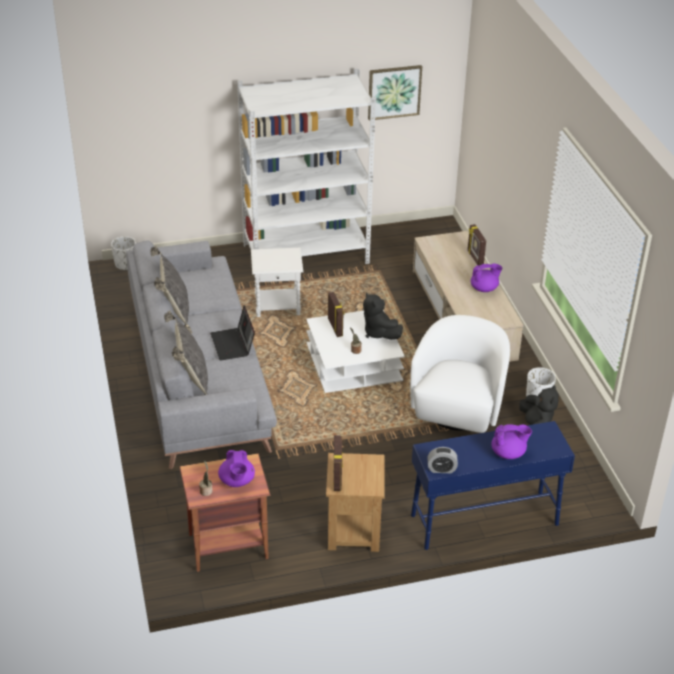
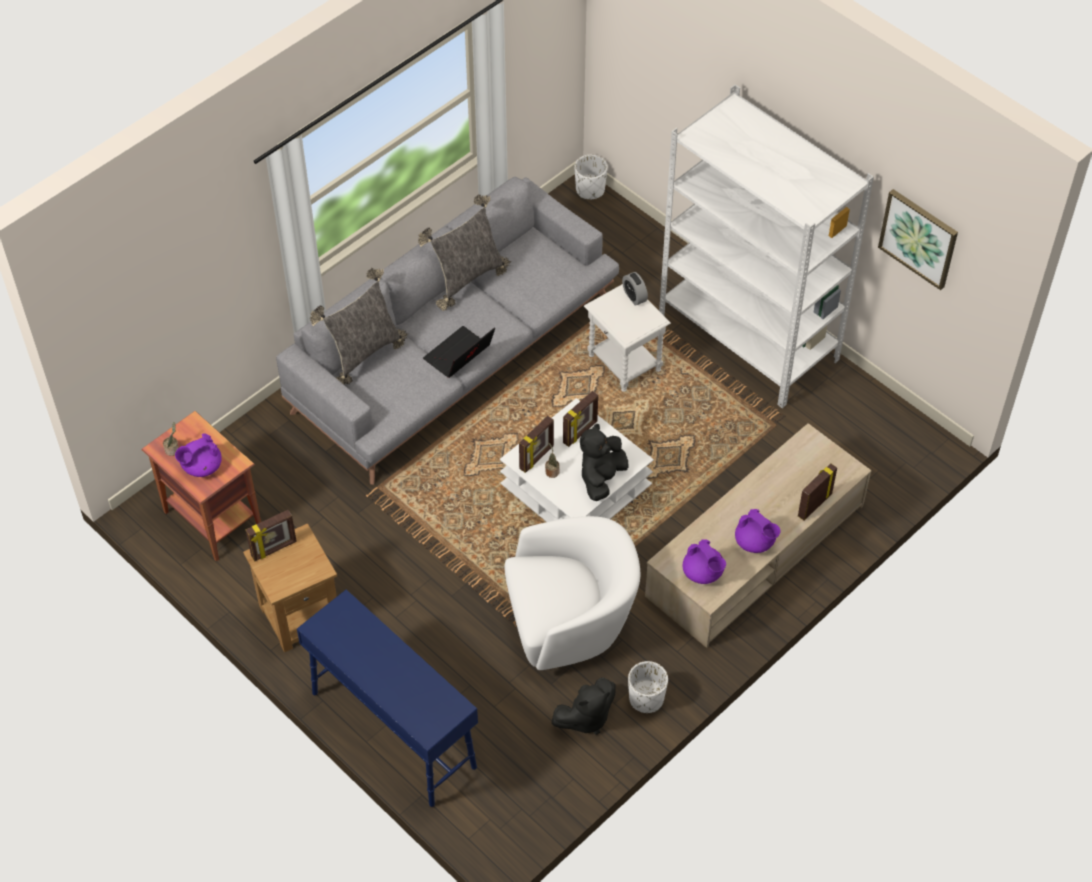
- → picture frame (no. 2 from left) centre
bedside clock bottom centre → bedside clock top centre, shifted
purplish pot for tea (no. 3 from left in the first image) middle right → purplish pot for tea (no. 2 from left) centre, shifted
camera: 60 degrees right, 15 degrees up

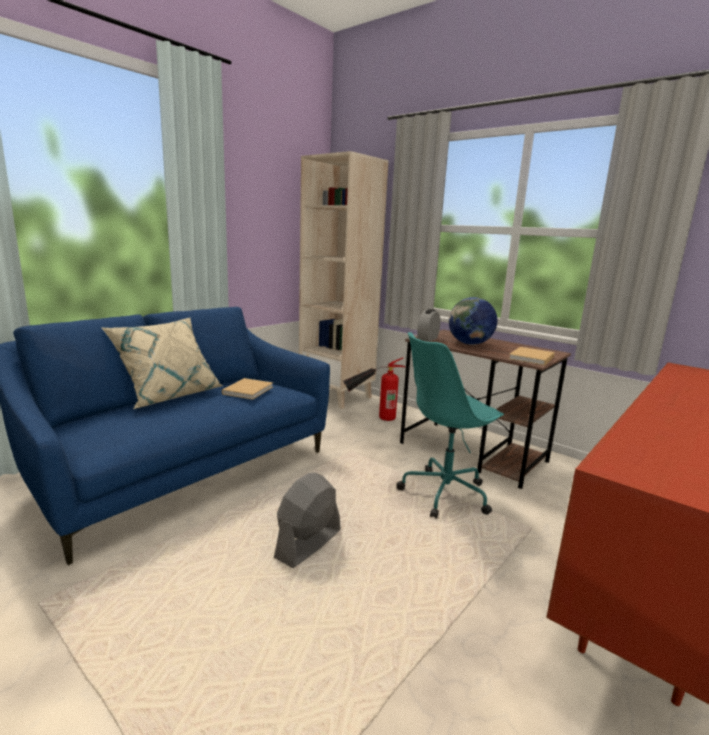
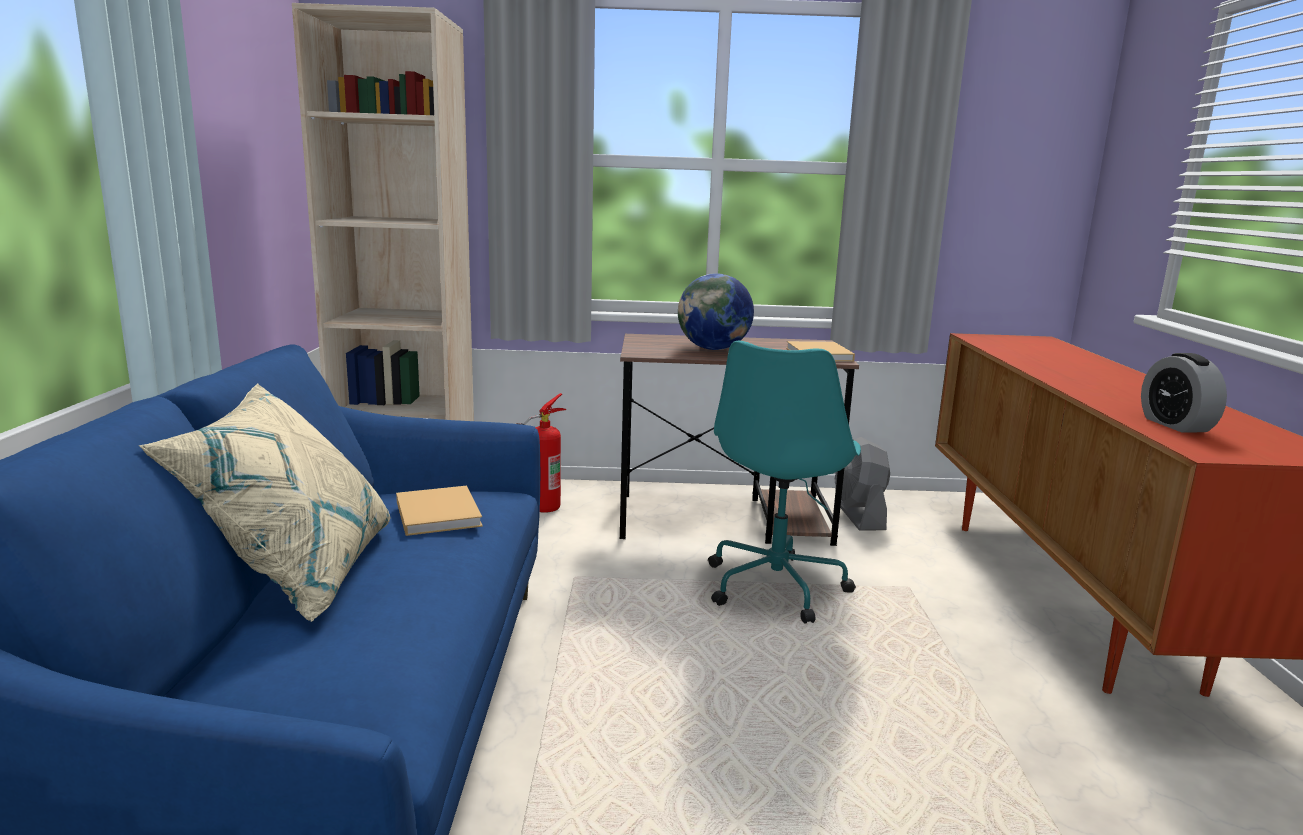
greyish cooling fan bottom centre → greyish cooling fan centre, shifted
bedside clock centre → bedside clock middle right, shifted
camera: 40 degrees left, 0 degrees up

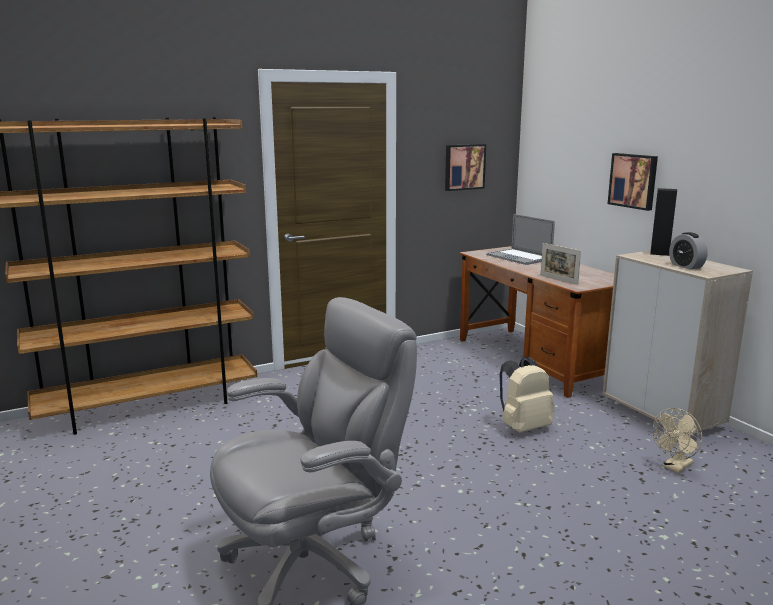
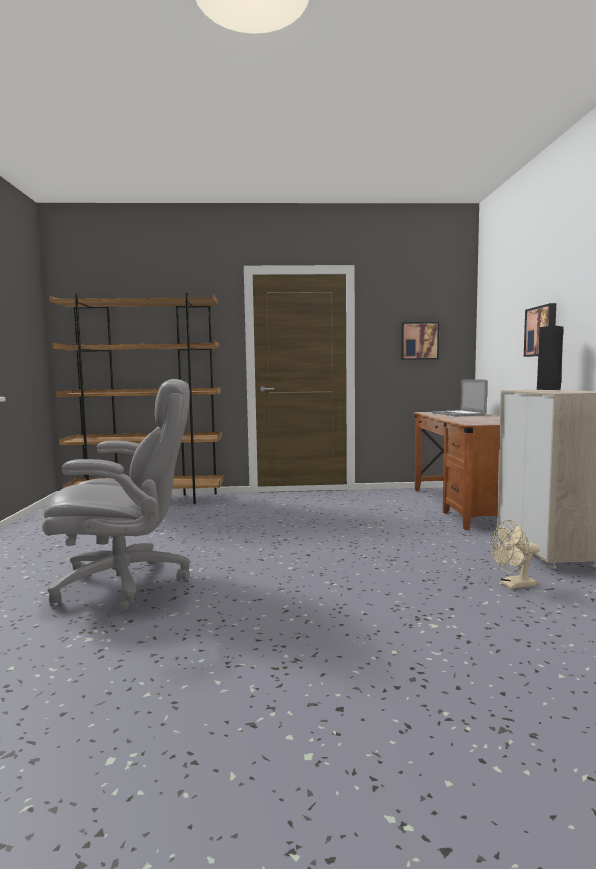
beige-coloured knapsack middle right → -
picture frame middle right → -
bedside clock middle right → -
camera: 25 degrees right, 10 degrees down

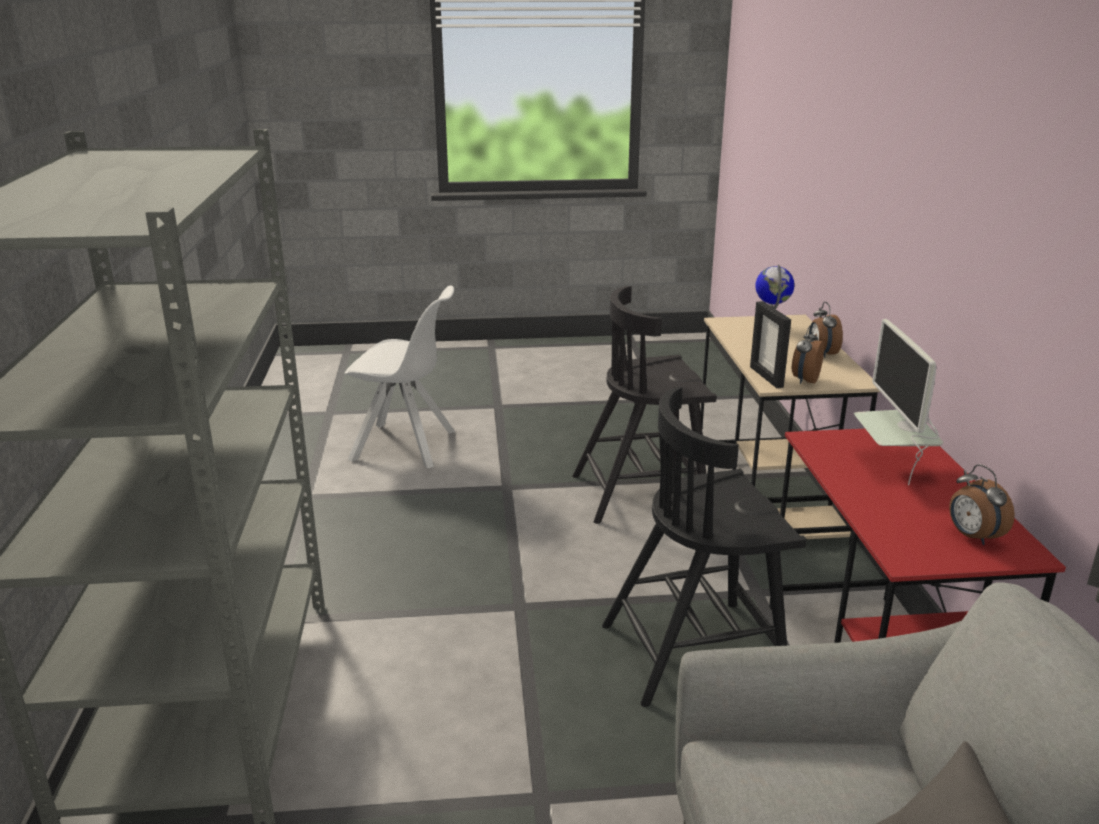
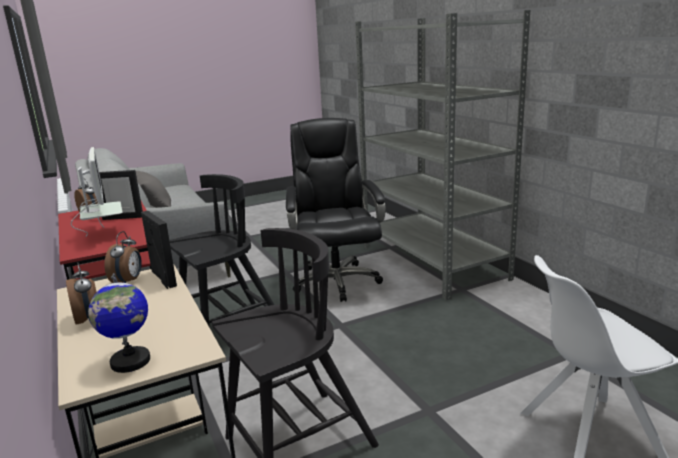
- → picture frame (no. 1 from left) middle left
- → black desk chair centre
camera: 160 degrees right, 5 degrees down

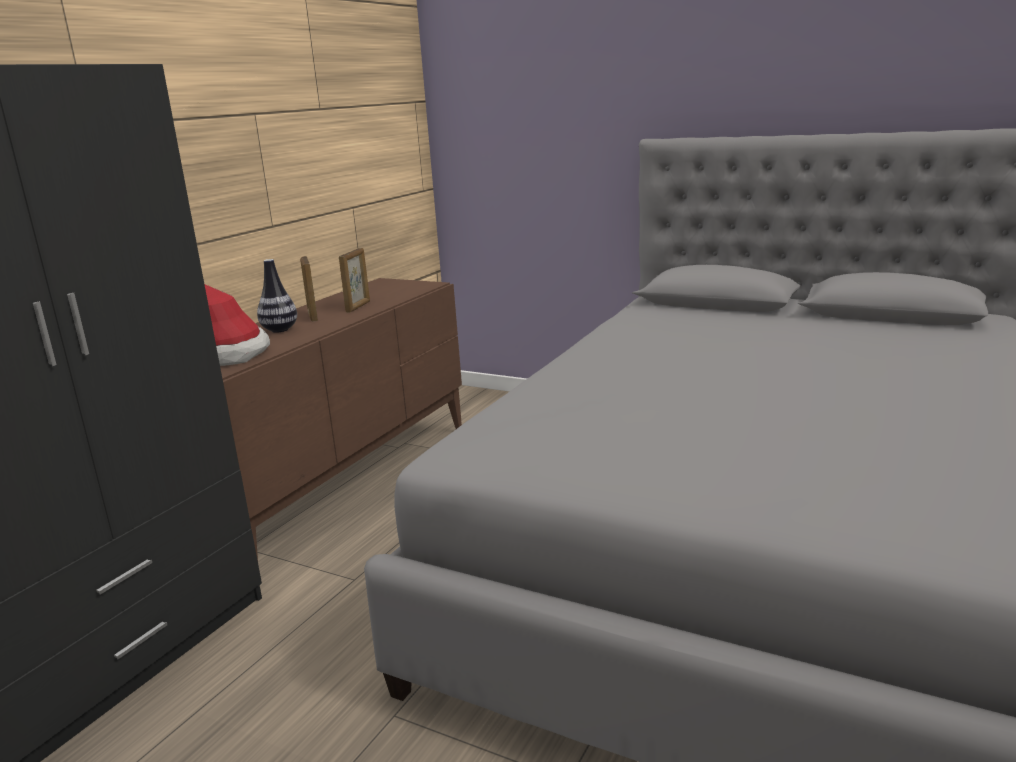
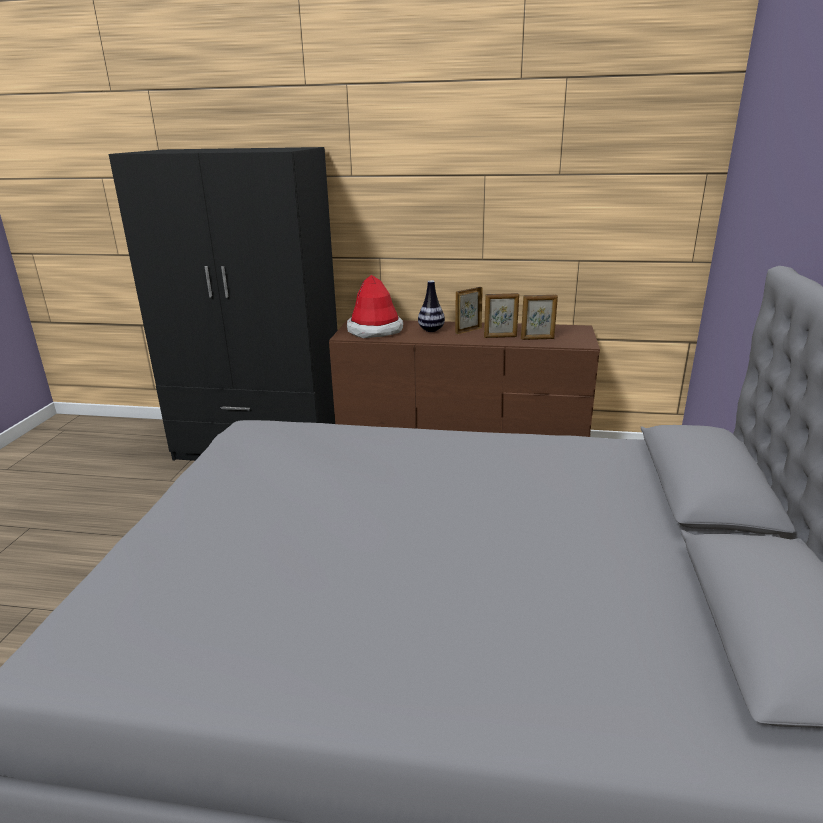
- → picture frame (no. 3 from left) centre
camera: 70 degrees right, 5 degrees up

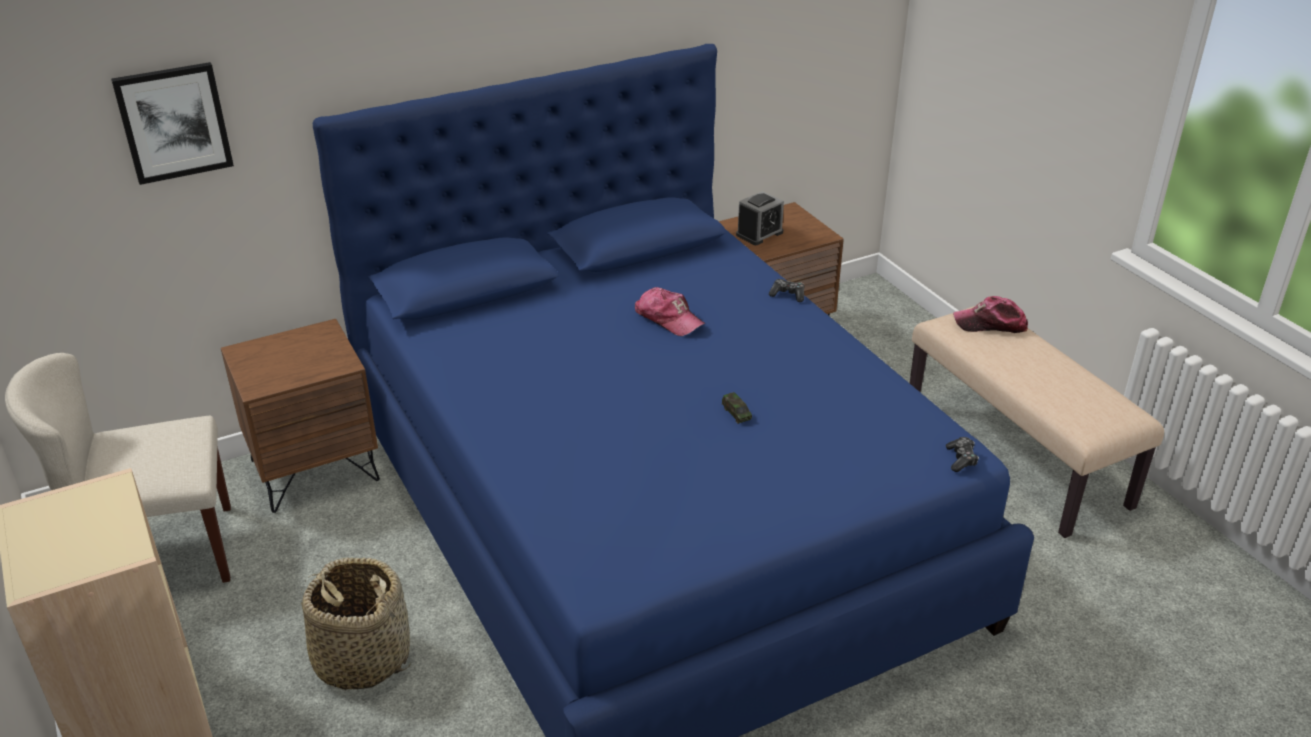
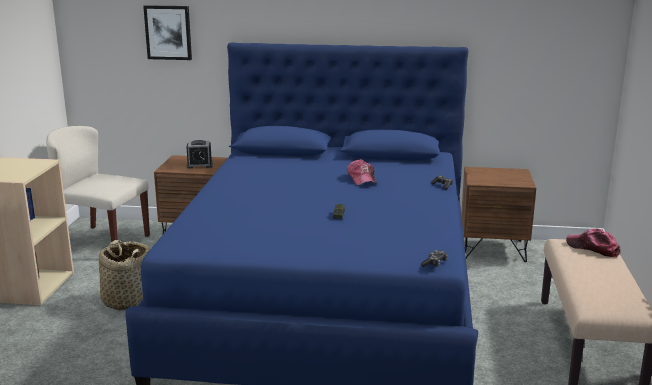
bedside clock top centre → bedside clock middle left, shifted
camera: 35 degrees right, 15 degrees down

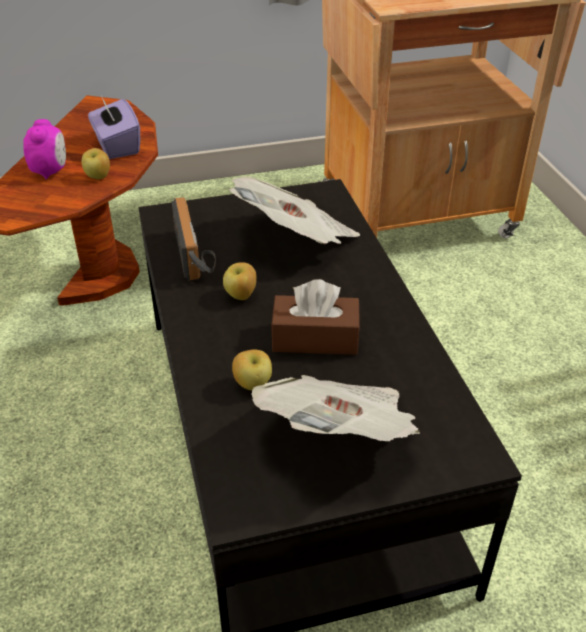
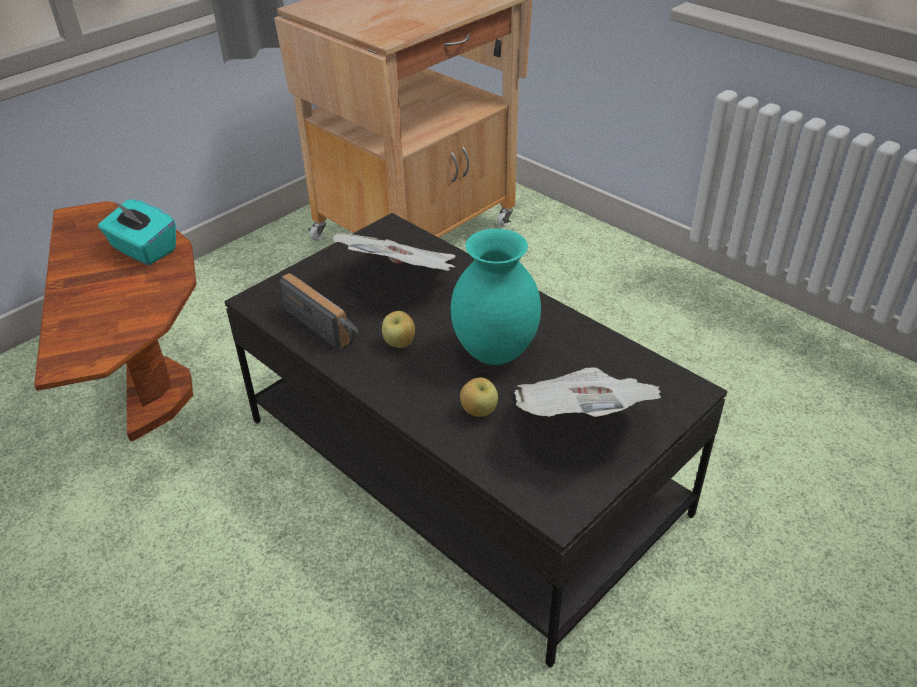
purplish box of tissues top left → turquoise-coloured box of tissues middle left
brown-coloured box of tissues centre → turquoise-coloured vase centre
bedside clock top left → -
apple (no. 1 from left) top left → -
camera: 30 degrees left, 0 degrees up

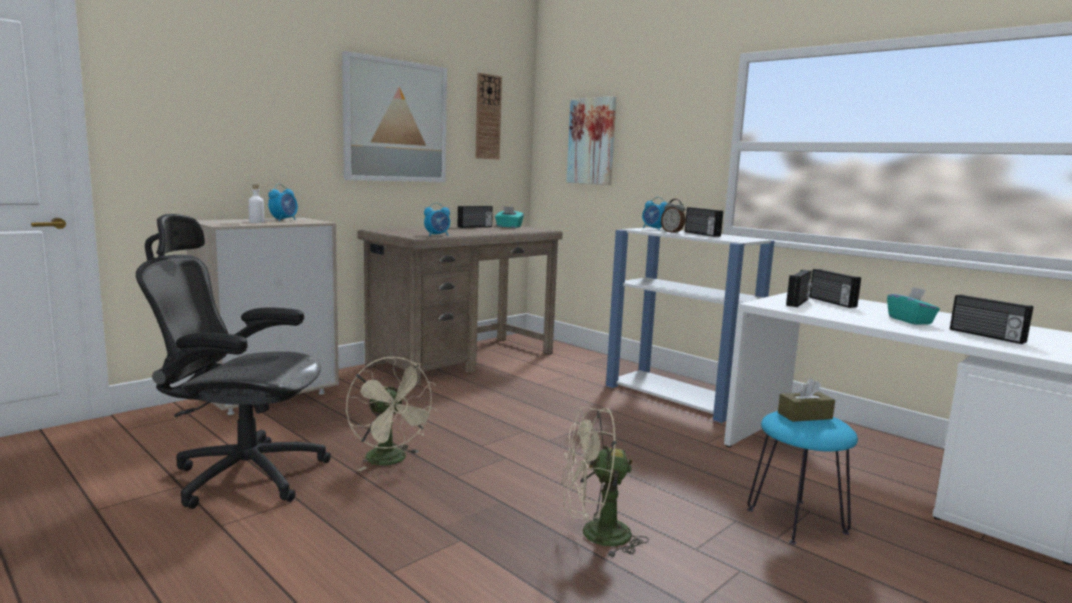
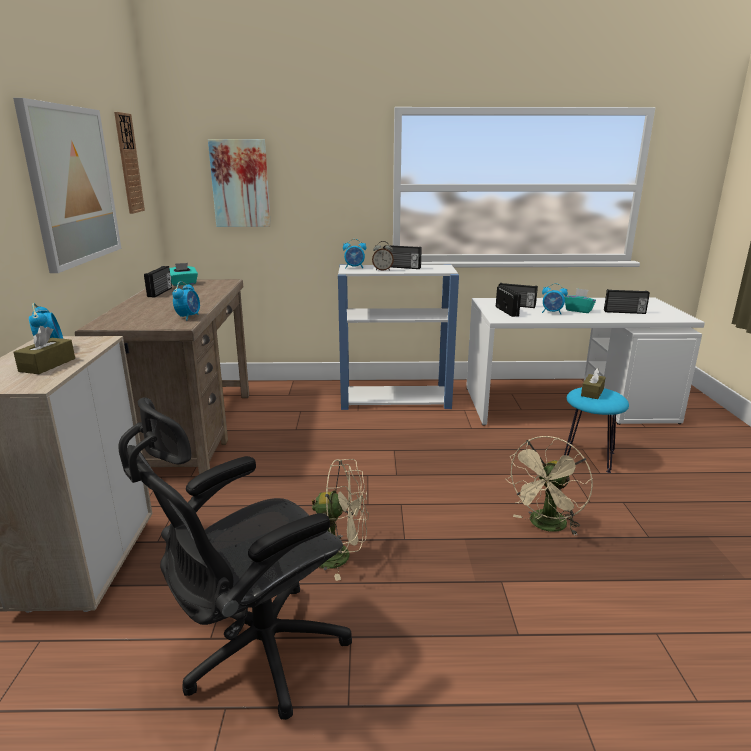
whitish beverage bottle middle left → brown-coloured box of tissues (no. 1 from left) middle left
- → bedside clock (no. 5 from left) middle right
camera: 45 degrees left, 10 degrees up

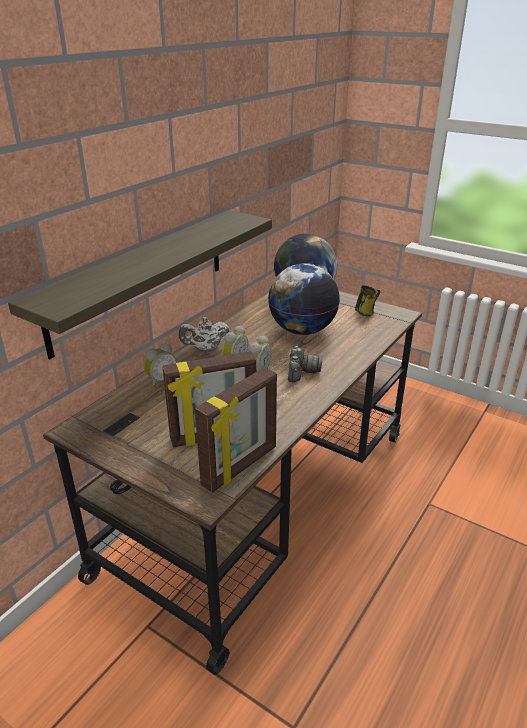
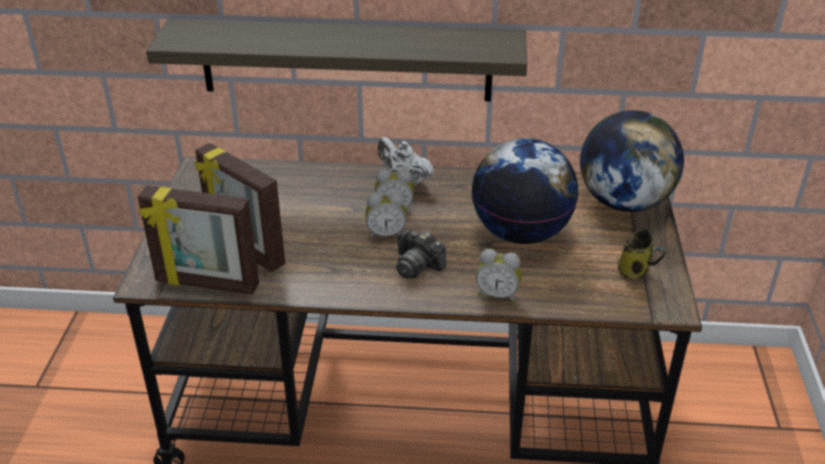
photo camera centre, 60 degrees clockwise
bedside clock (no. 1 from left in the first image) middle left → bedside clock (no. 3 from left) centre, shifted
camera: 60 degrees right, 5 degrees up

